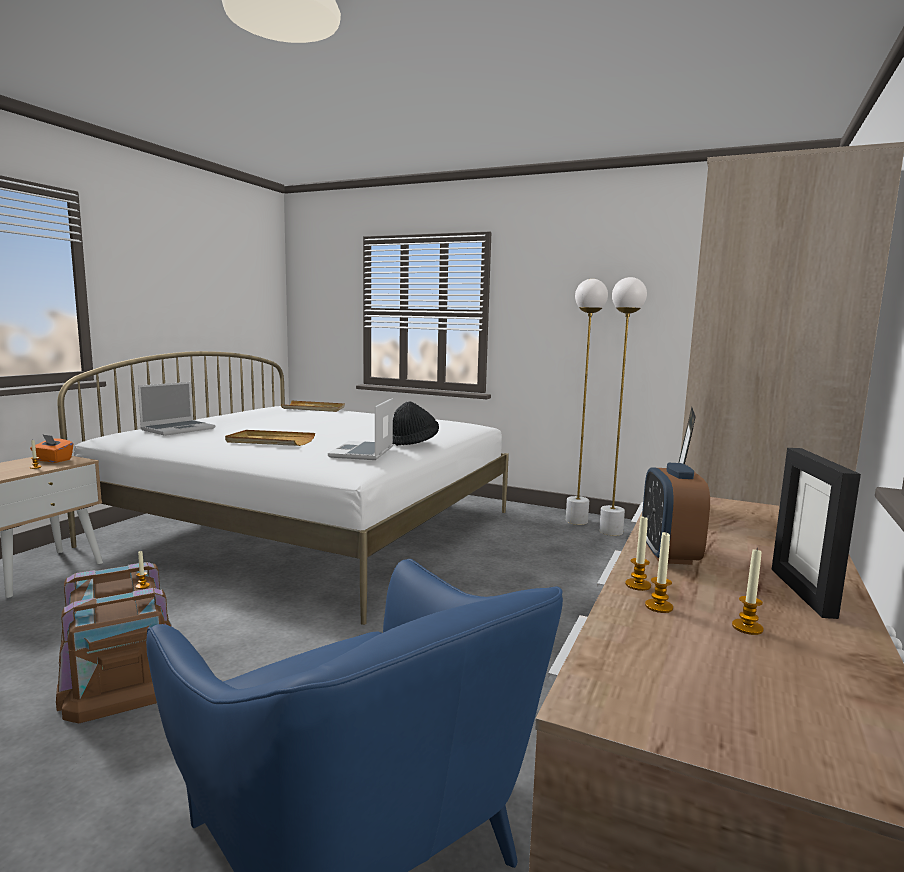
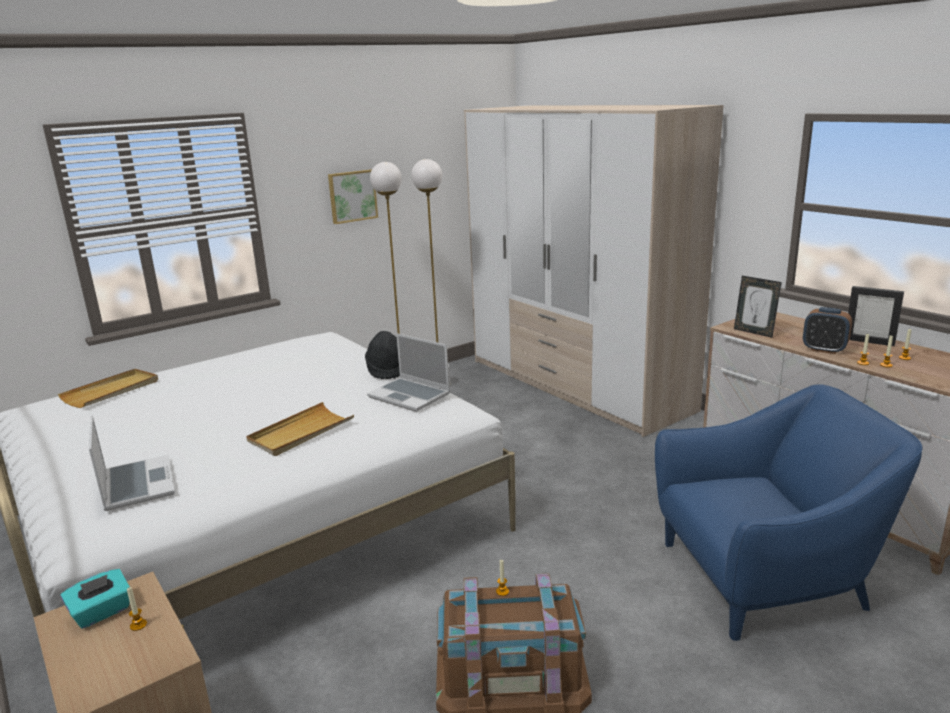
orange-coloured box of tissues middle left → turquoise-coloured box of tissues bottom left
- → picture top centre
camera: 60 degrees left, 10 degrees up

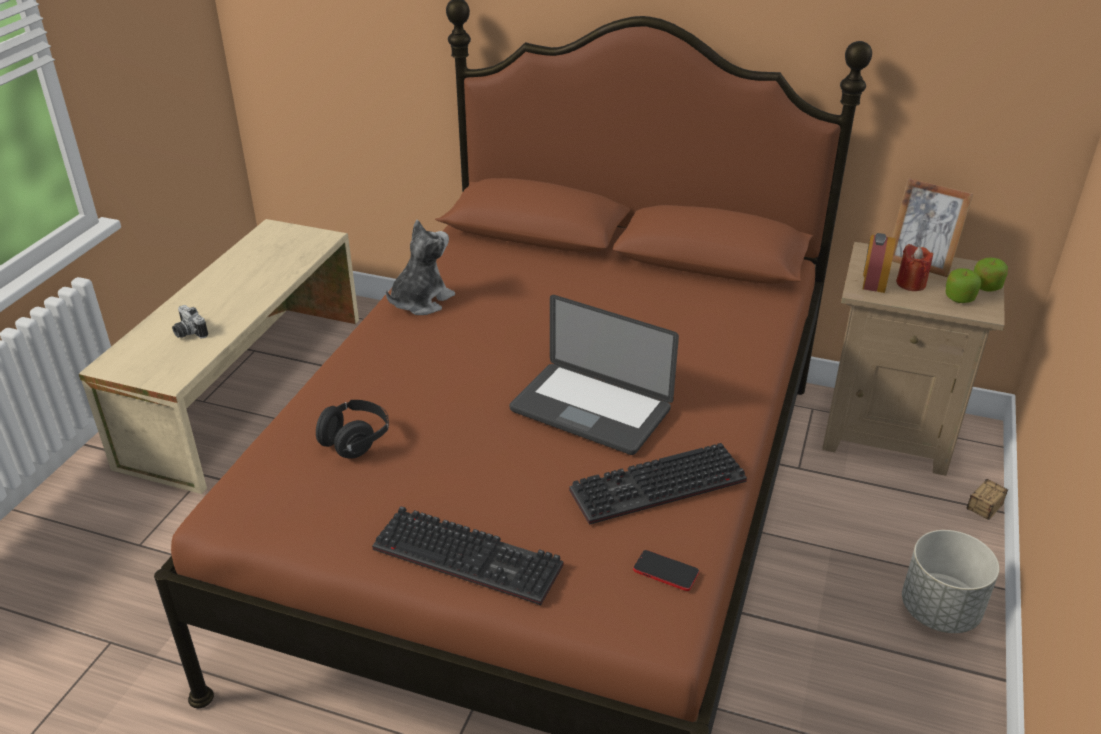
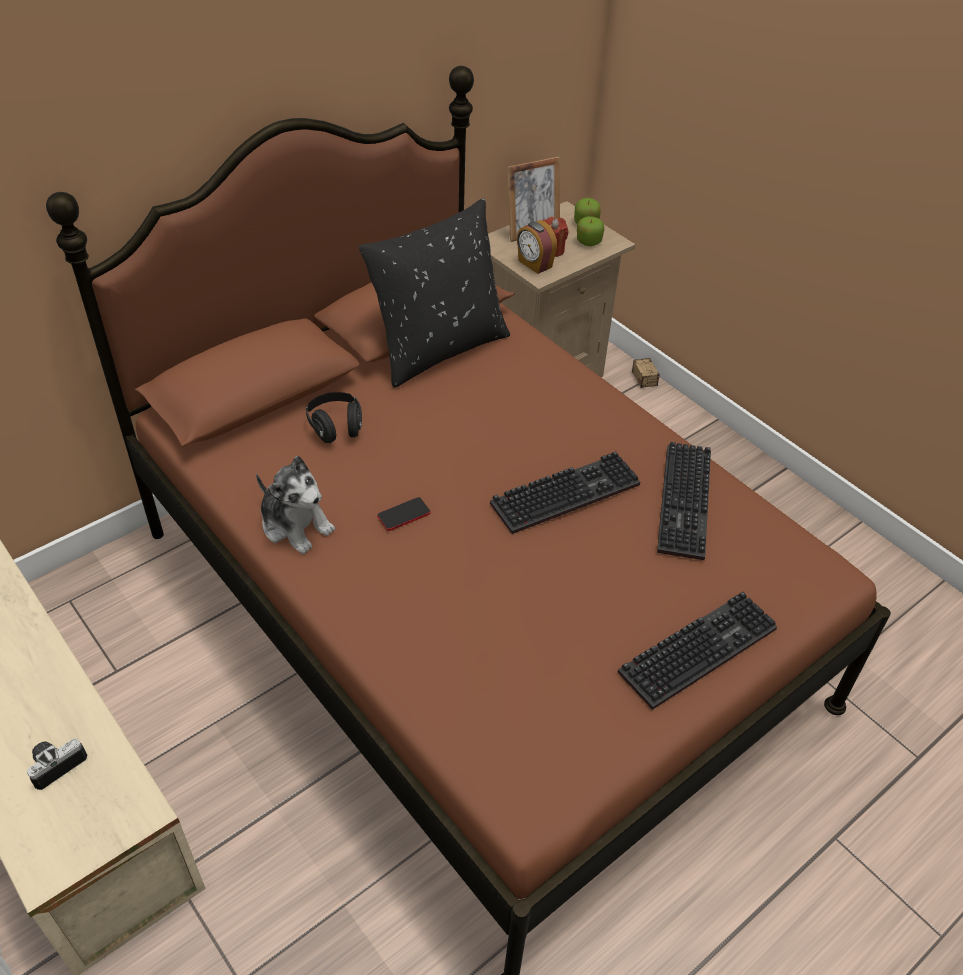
photo camera middle left → photo camera bottom left, 150 degrees clockwise
cuddly toy centre → cuddly toy middle left, 150 degrees clockwise
black headset middle left → black headset centre, shifted
- → black cushion top centre
telephone bottom centre → telephone centre, shifted
notebook computer centre → PC keyboard (no. 1 from left) centre
greyish plant pot bottom right → -
camera: 60 degrees left, 10 degrees up

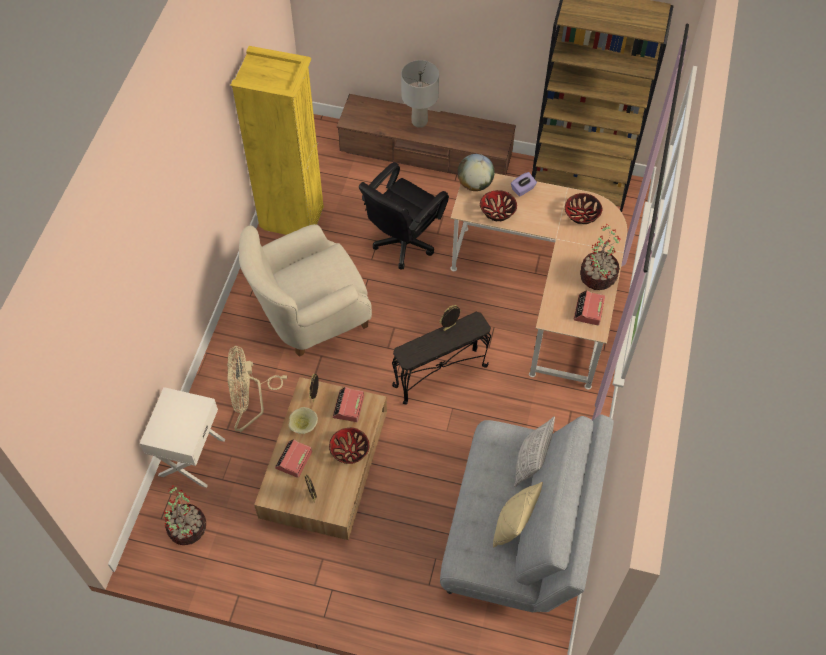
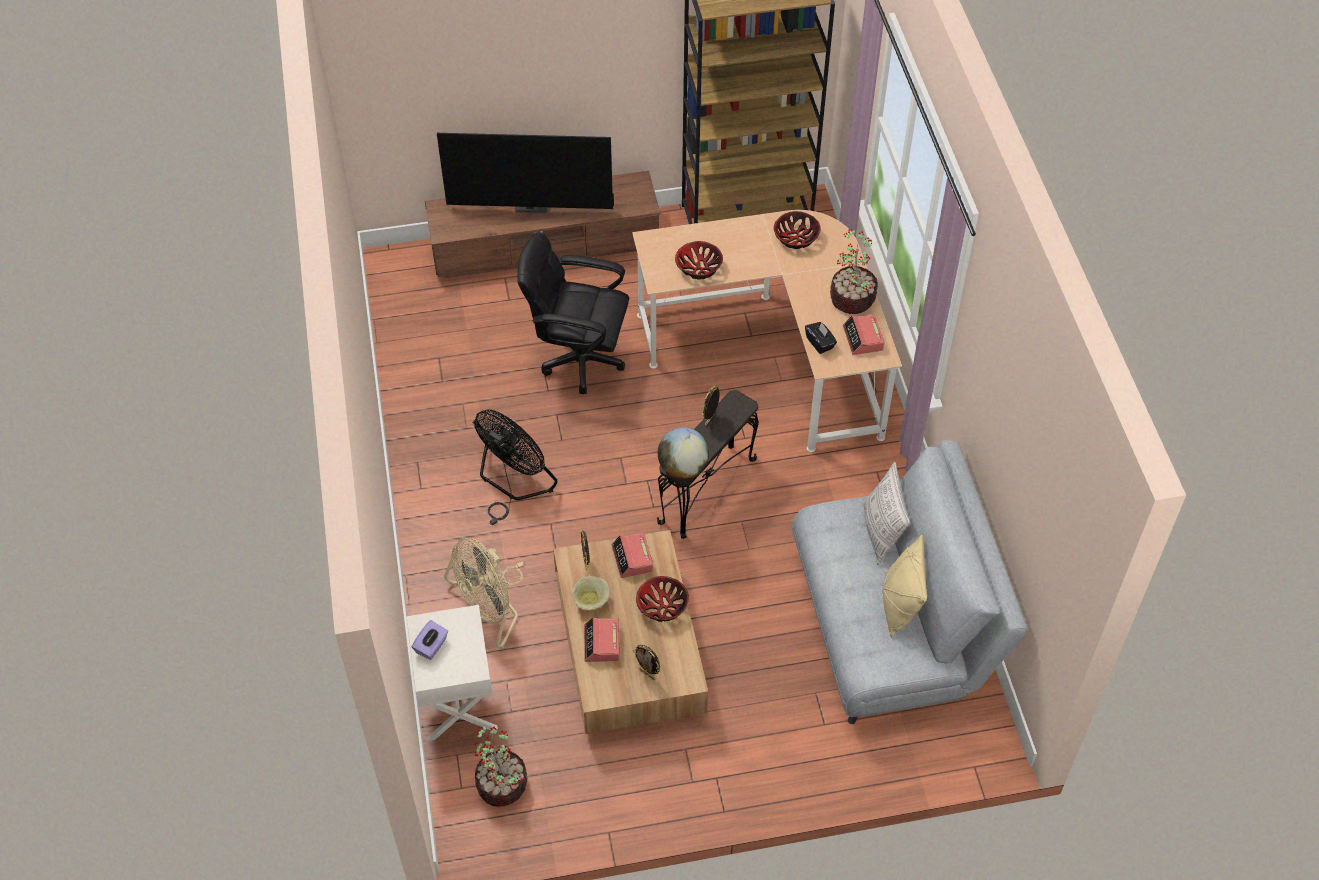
purplish box of tissues top centre → purplish box of tissues bottom left, shifted
greyish table lamp top centre → TV top centre
beige-coloured armchair centre → black cooling fan centre
black desk chair top centre → black desk chair centre, 90 degrees clockwise
world globe top centre → world globe centre, shifted
- → black box of tissues centre
yellow-coloured cupboard top centre → -
camera: 25 degrees left, 5 degrees down

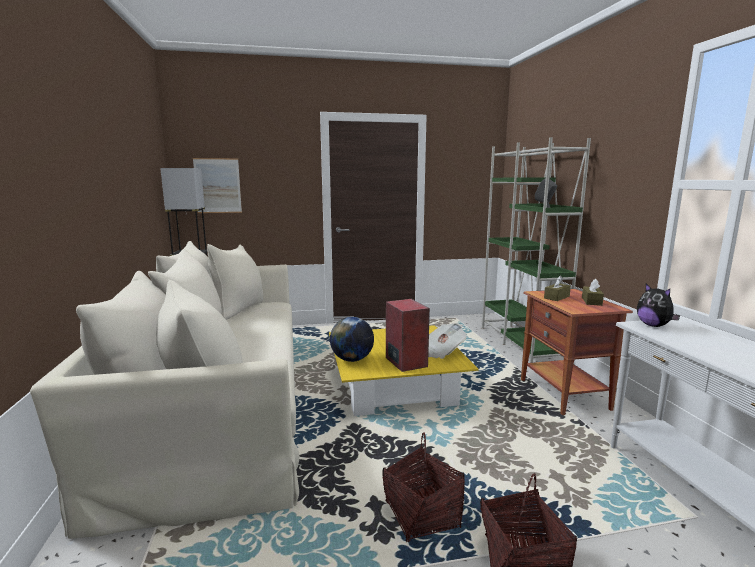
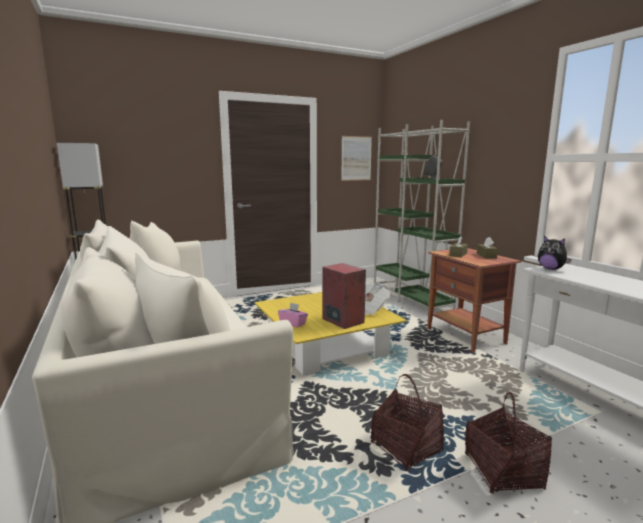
world globe centre → pink-coloured box of tissues centre
picture top left → picture top centre, shifted
camera: 15 degrees left, 0 degrees up

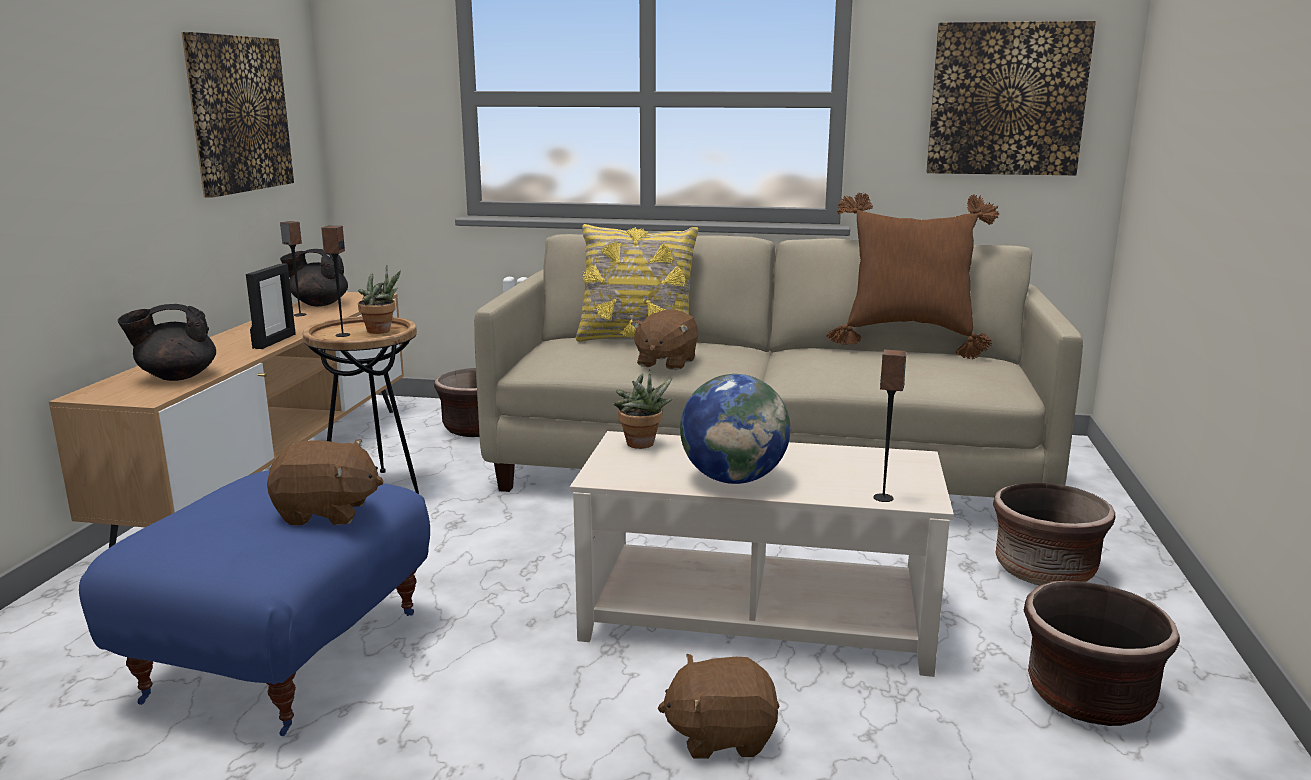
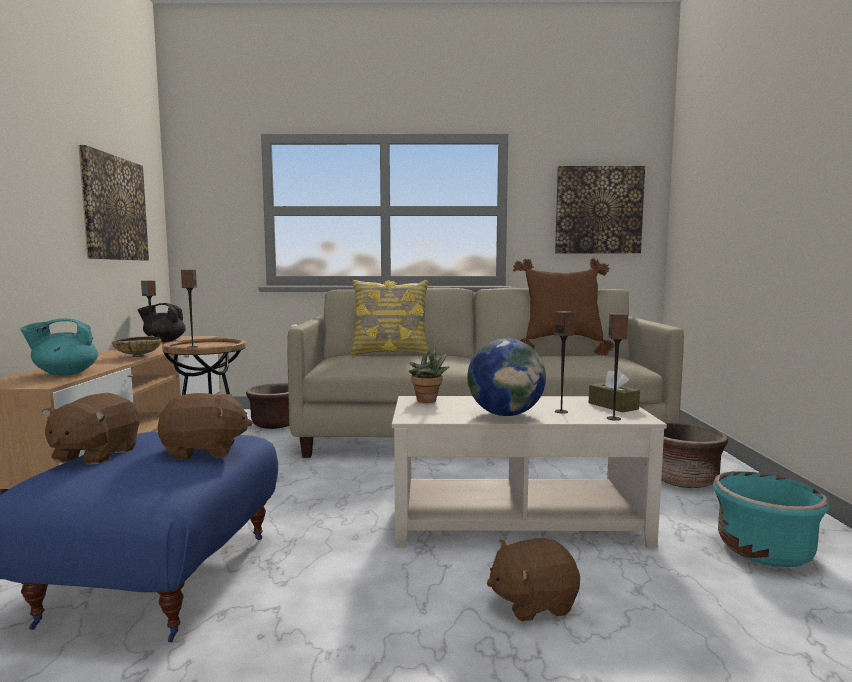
black pot for tea (no. 1 from left) middle left → turquoise-coloured pot for tea middle left
brown-coloured cuddly toy (no. 2 from left in the first image) centre → brown-coloured cuddly toy (no. 1 from left) middle left, shifted
picture frame middle left → beige-coloured bowl middle left
- → speaker (no. 3 from left) centre
- → brown-coloured box of tissues middle right
brown-coloured plant pot (no. 3 from left) bottom right → turquoise-coloured plant pot bottom right
potted plant (no. 1 from left) middle left → -
camera: 10 degrees left, 10 degrees down

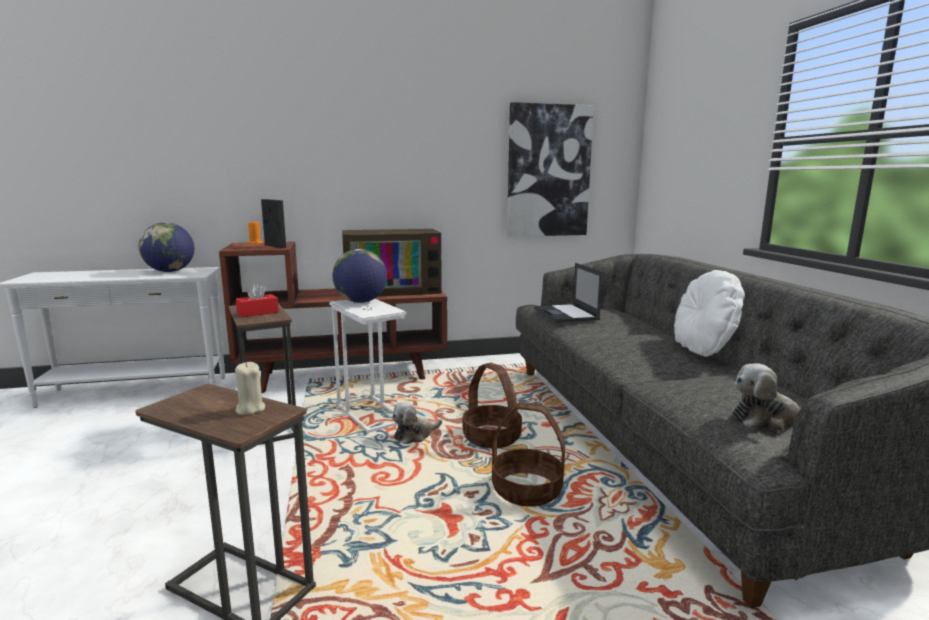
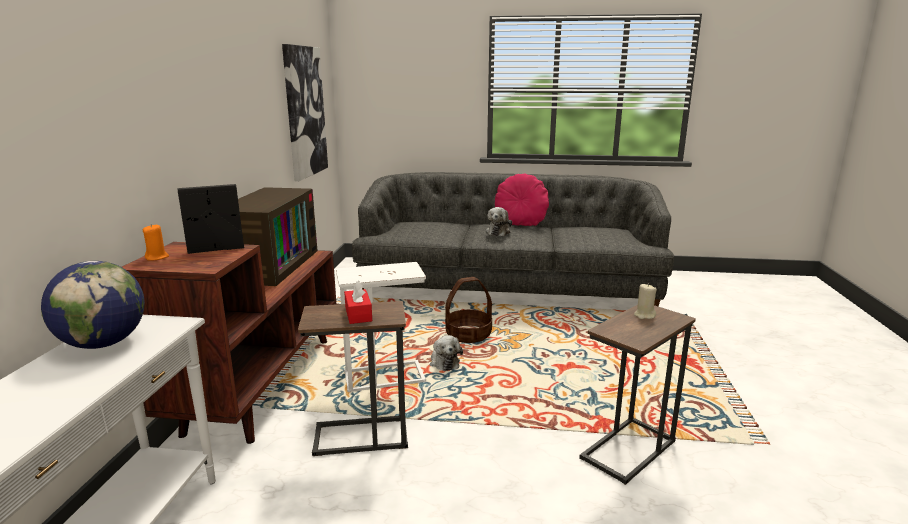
cuddly toy (no. 2 from left) middle right → cuddly toy (no. 2 from left) centre, shifted
whitish cushion middle right → pink-coloured cushion centre
world globe (no. 2 from left) centre → -
household basket (no. 2 from left) bottom centre → -
notebook computer centre → -
camera: 70 degrees left, 5 degrees up

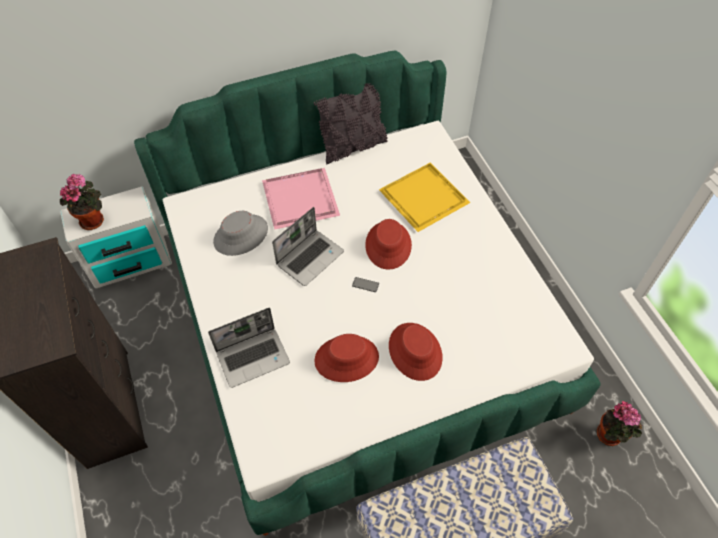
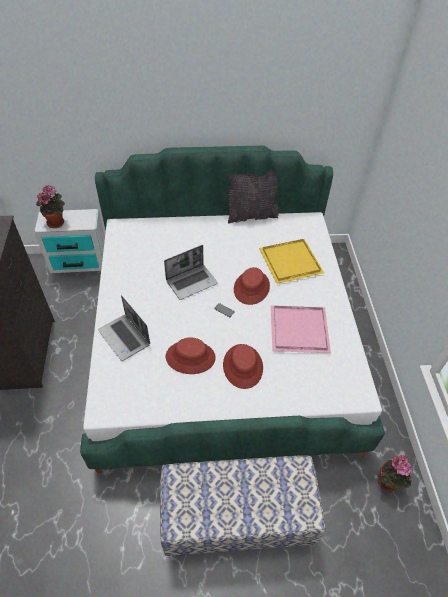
notebook computer (no. 1 from left) centre → notebook computer (no. 1 from left) middle left, 60 degrees clockwise
pink-coloured serving tray centre → pink-coloured serving tray middle right, shifted
greyish hat centre → -
camera: 15 degrees right, 5 degrees down

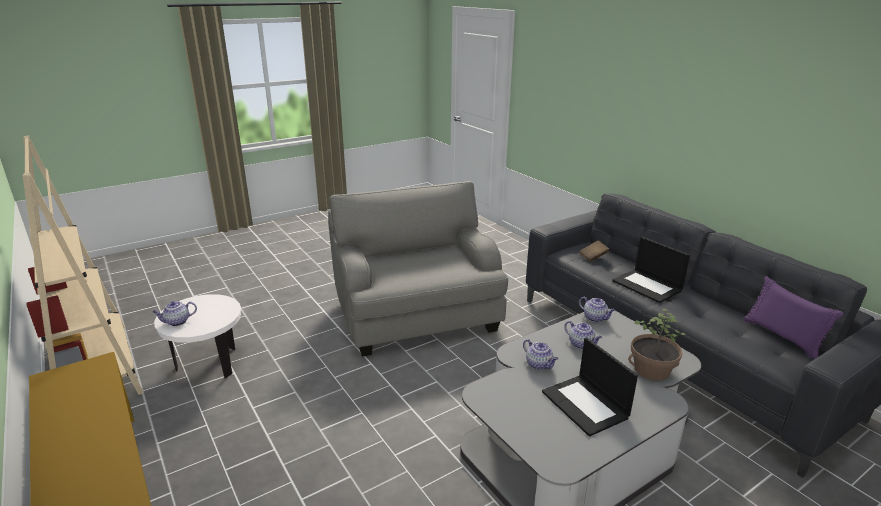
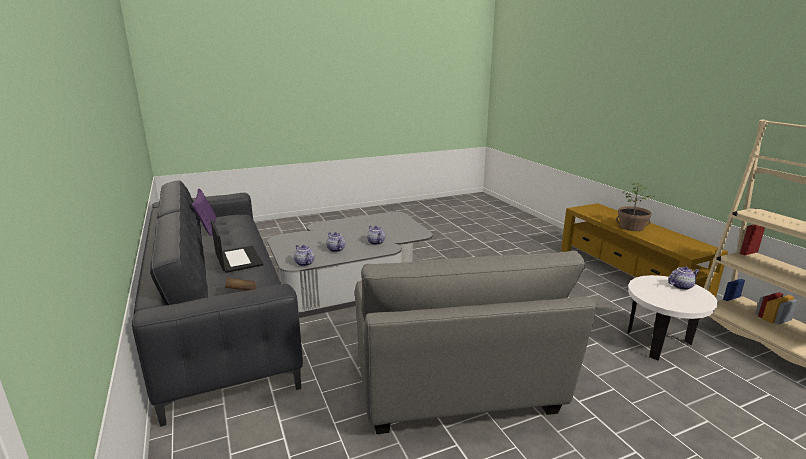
potted plant bottom right → potted plant middle right, shifted
notebook computer (no. 1 from left) bottom right → -
camera: 170 degrees left, 5 degrees down

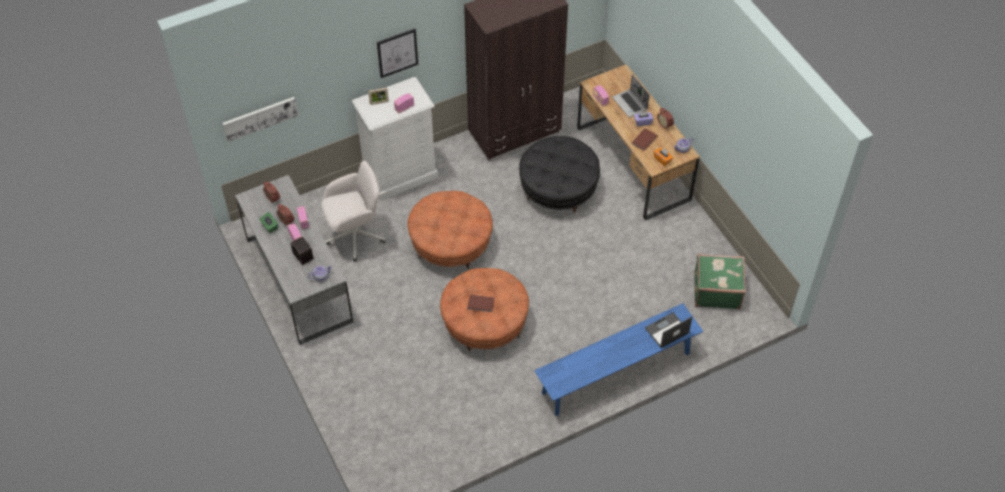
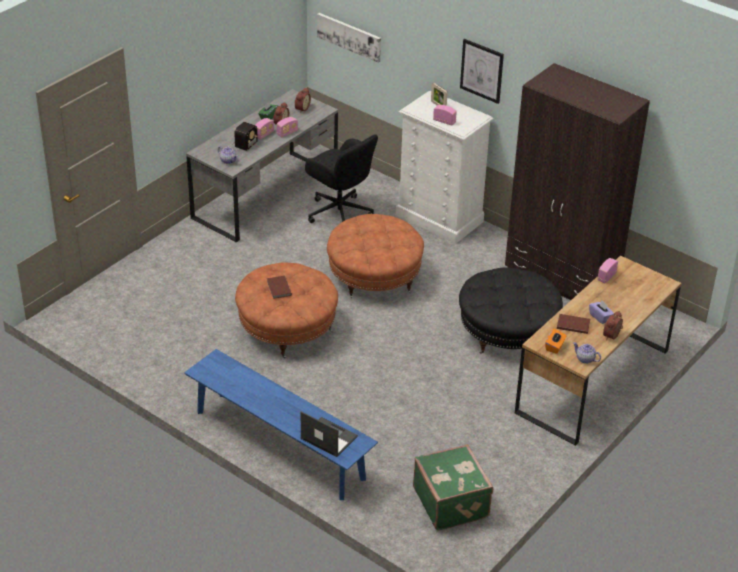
whitish desk chair centre → black desk chair top centre
notebook computer (no. 1 from left) top centre → -
camera: 65 degrees right, 15 degrees down

